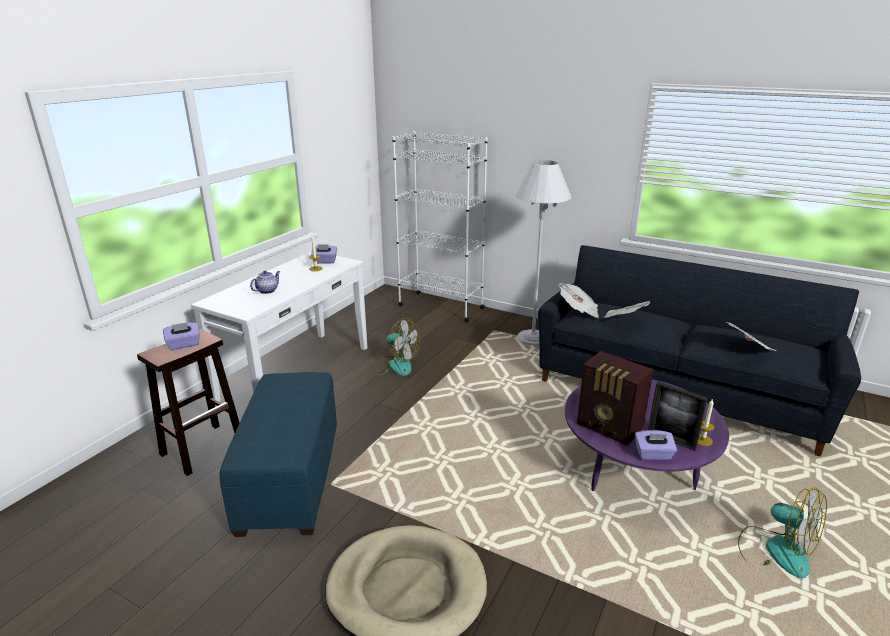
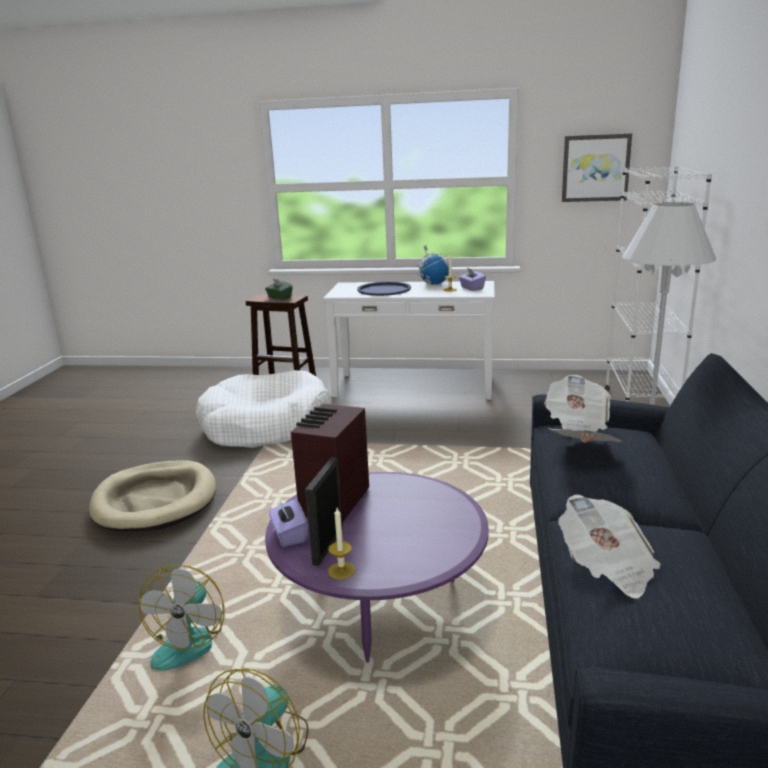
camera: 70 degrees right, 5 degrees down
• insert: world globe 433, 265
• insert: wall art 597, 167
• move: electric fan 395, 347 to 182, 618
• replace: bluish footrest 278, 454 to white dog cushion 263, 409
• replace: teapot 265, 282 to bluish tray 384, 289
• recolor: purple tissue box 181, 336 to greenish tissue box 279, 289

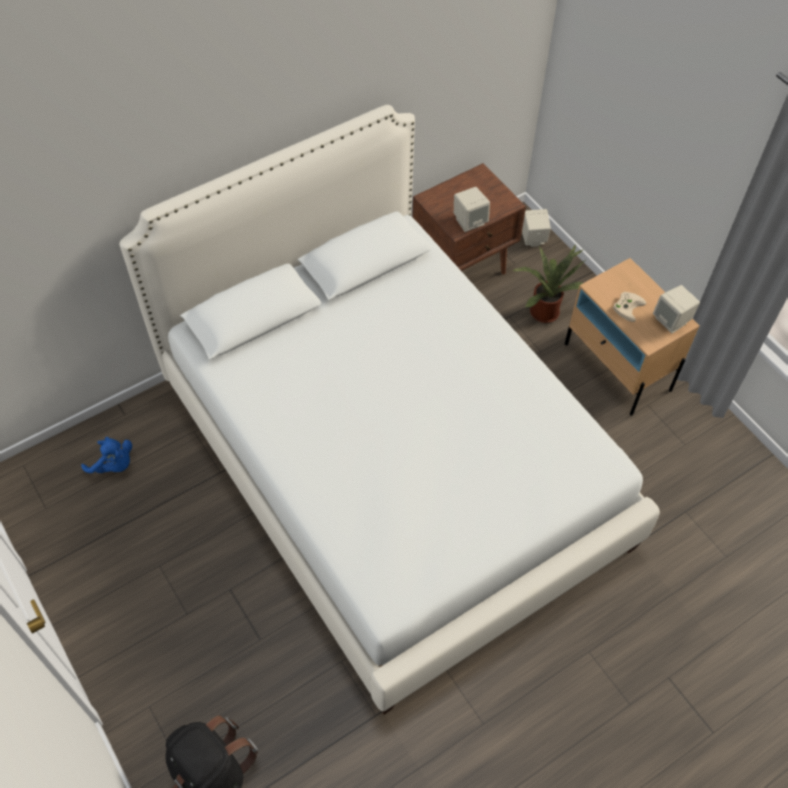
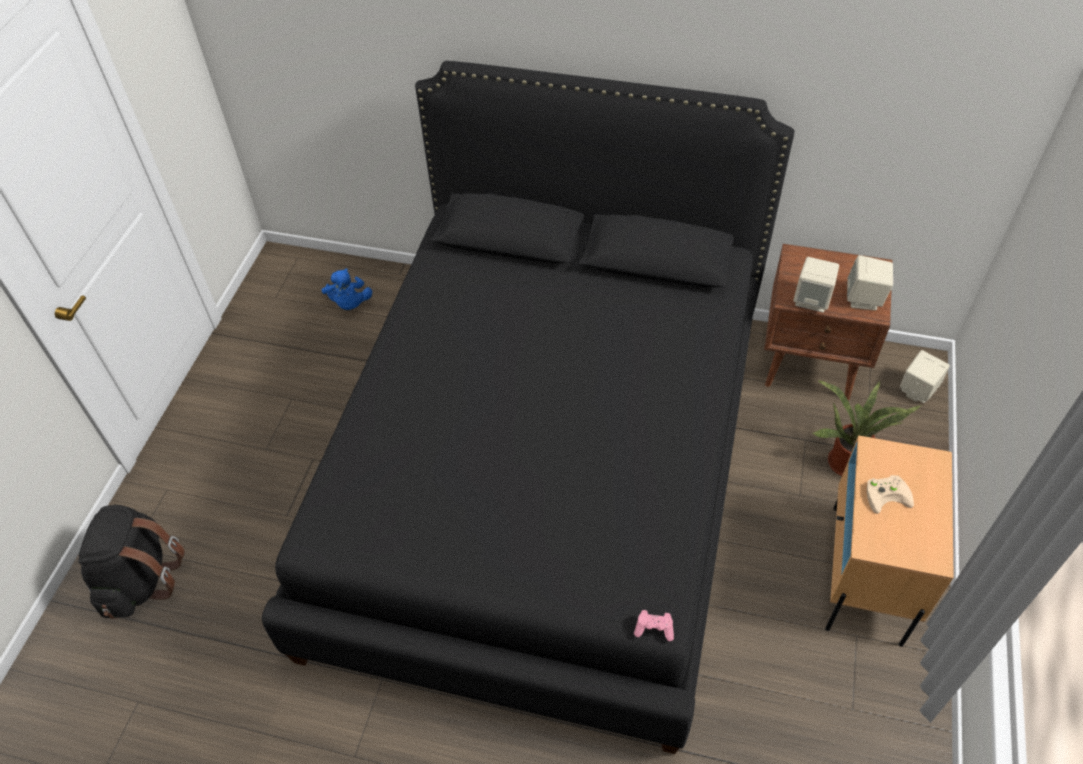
camera: 50 degrees right, 5 degrees down
• insert: pinkish gamepad 654, 625
• move: beige audio speaker 676, 309 to 870, 282
• recolor: white bedroom bed 389, 409 to blackish bedroom bed 528, 407

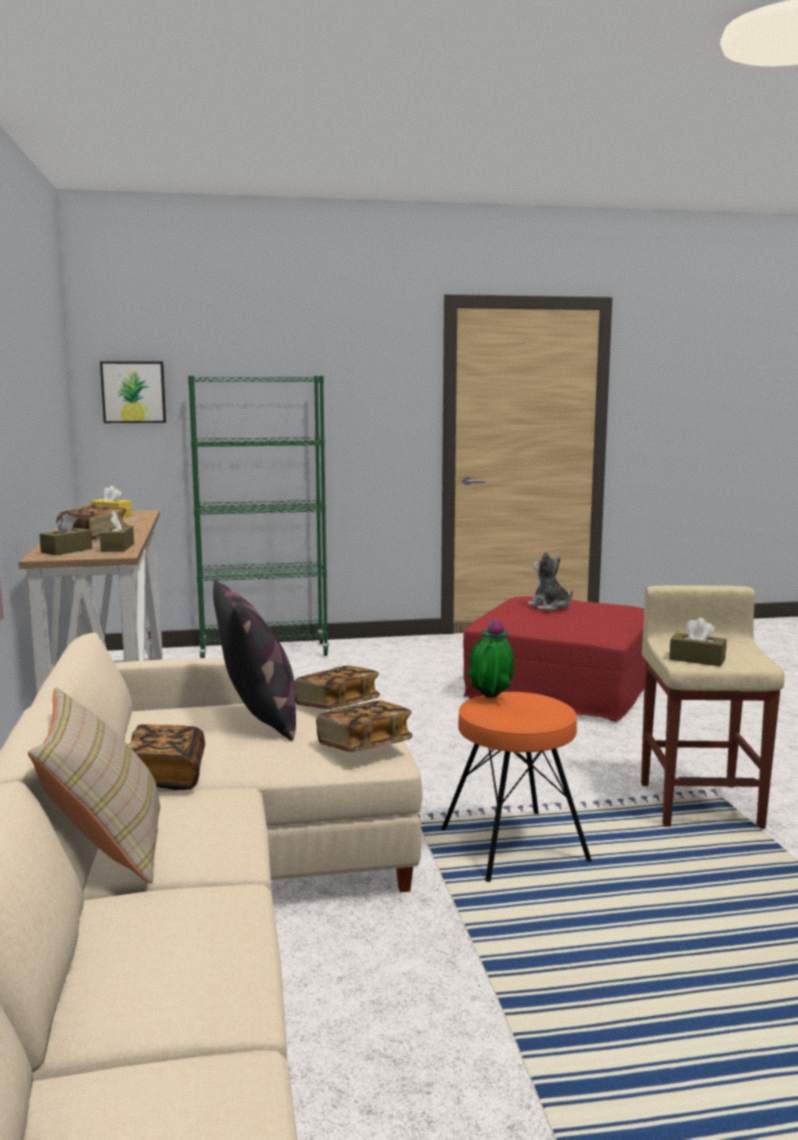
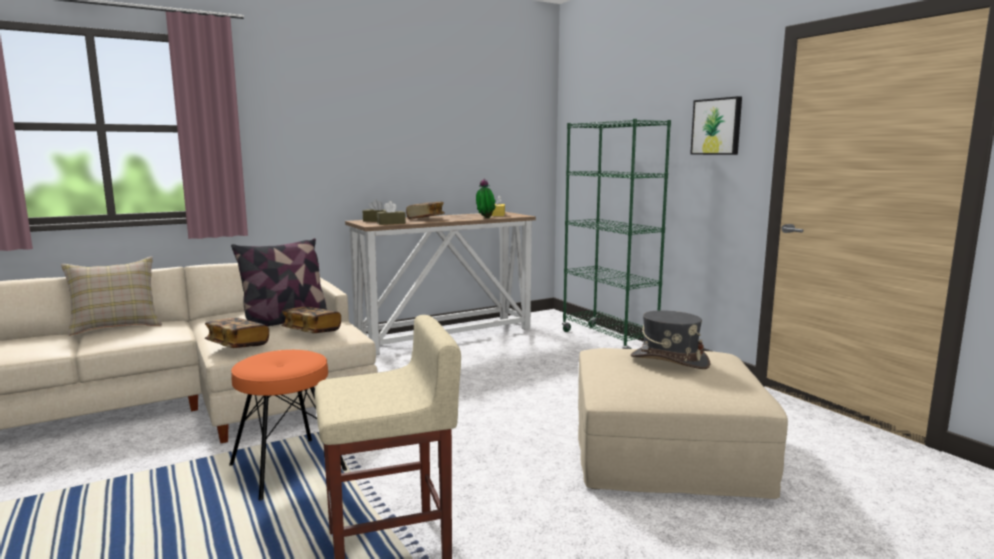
camera: 70 degrees right, 0 degrees up
• delete: volume 166, 757
• delete: brown tissue box 698, 642
• move: wall art 133, 392 to 716, 125
• move: houseplant 490, 658 to 486, 198
• replace: soft toy 550, 581 to grey clothing hat 671, 339
• recolor: reddish footrest 554, 658 to beige footrest 683, 423

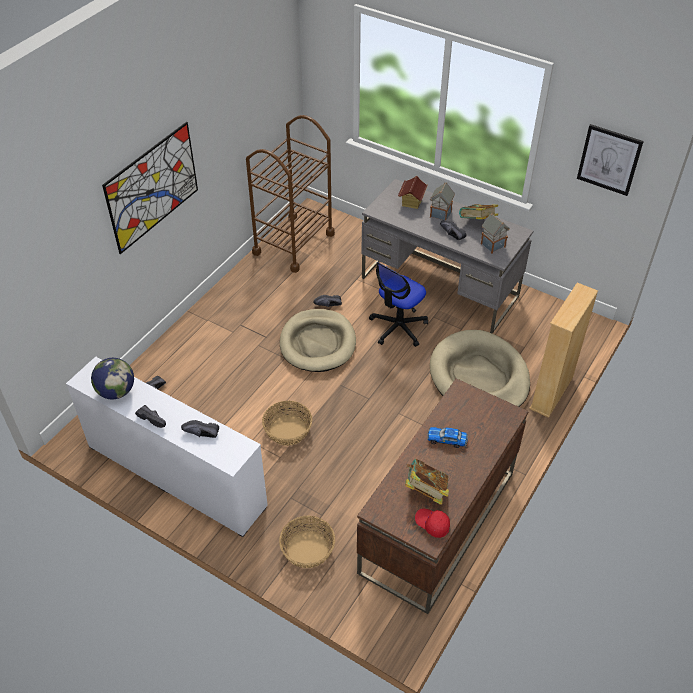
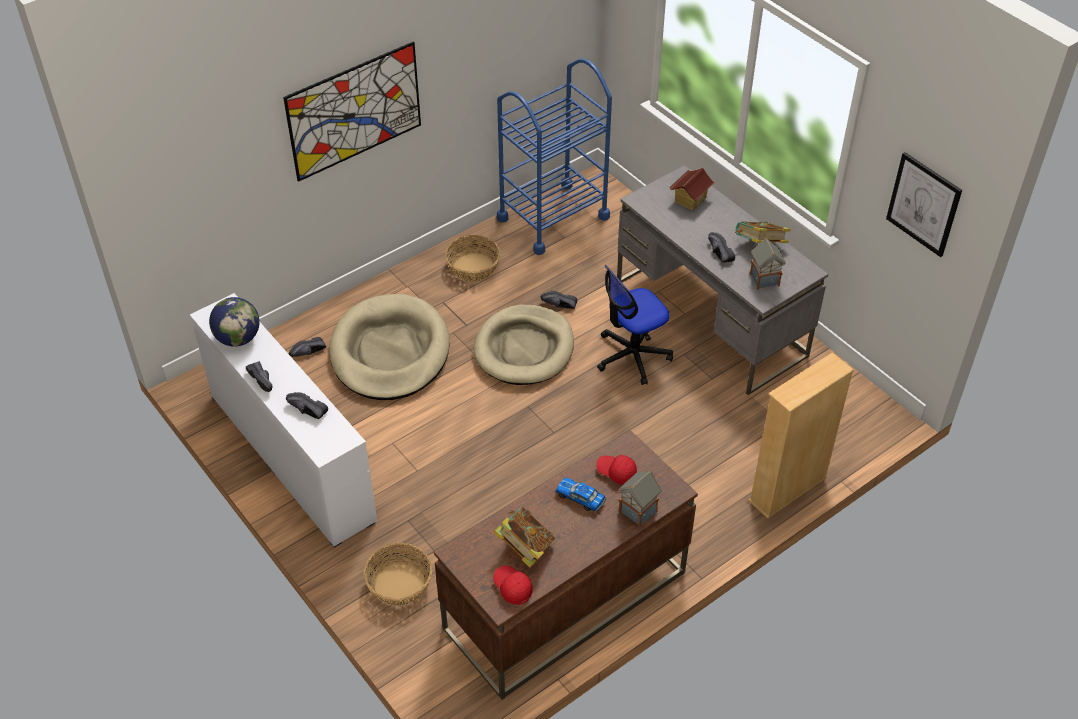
camera: 20 degrees right, 0 degrees up
• insert: reddish peaked cap 616, 470
• move: storage basket 287, 423 to 473, 258
• move: miniature house 442, 201 to 640, 499
• move: beige dog cushion 480, 368 to 389, 347
• recolor: brown wheeled cart 290, 194 to bluish wheeled cart 554, 157

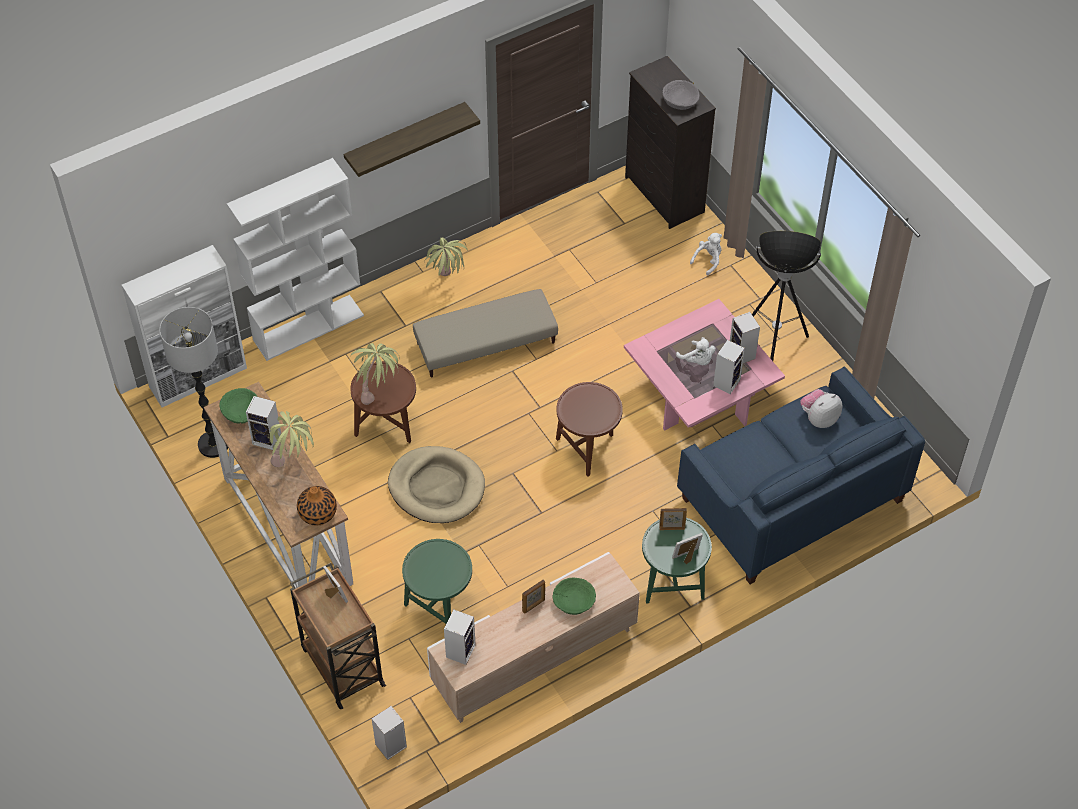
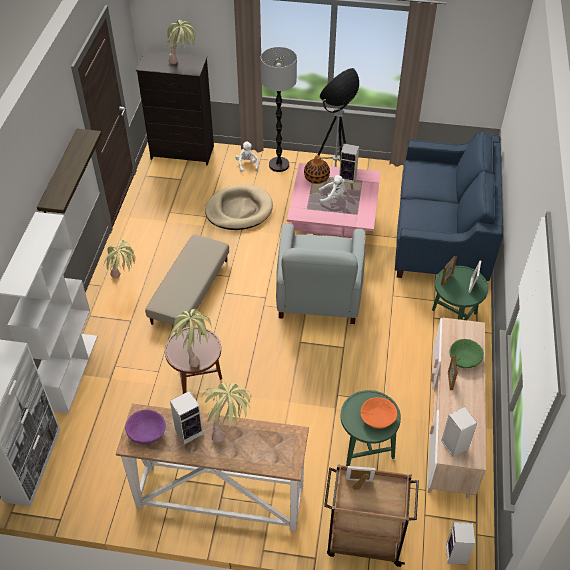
camera: 50 degrees left, 5 degrees down
• delete: audio speaker 729, 367
• delete: soft toy 821, 408
• insert: orange deep dish 378, 413
• move: standing lamp 193, 382 to 279, 109
• move: vase 317, 506 to 317, 169
• move: beige dog cushion 436, 484 to 239, 207
• replace: brown end table 589, 429 to grey armchair 320, 273
• replace: grey deep dish 681, 95 to houseplant 181, 42
• recolor: greenish deep dish 238, 406 to purple deep dish 145, 426

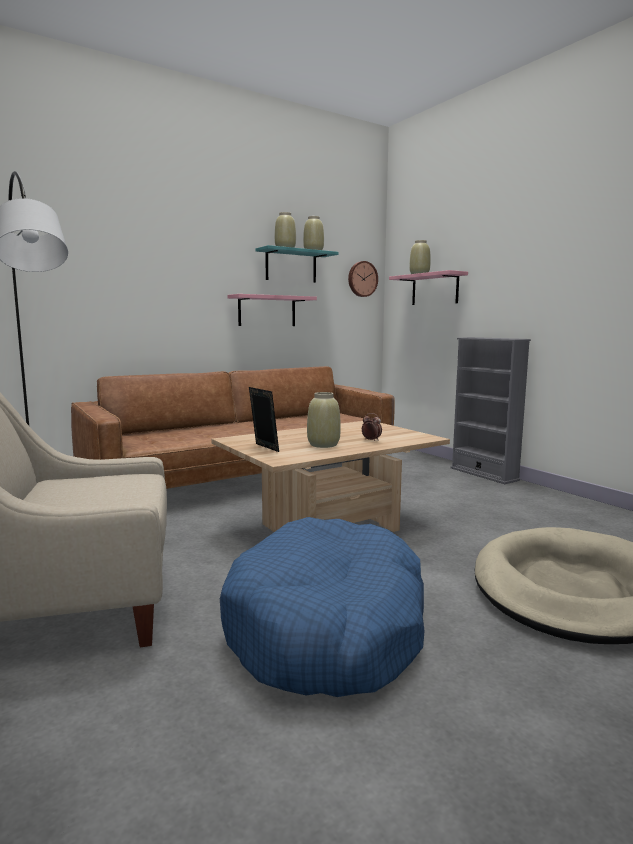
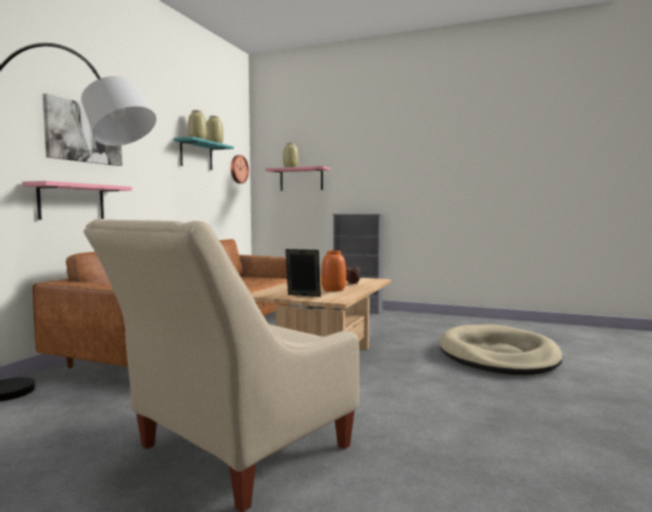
camera: 35 degrees left, 5 degrees down
• delete: bluish dog cushion 322, 607
• insert: wall art 82, 129
• move: pinkish wall shelf 272, 310 to 77, 200
• recolor: beige vase 324, 420 to orange vase 333, 271

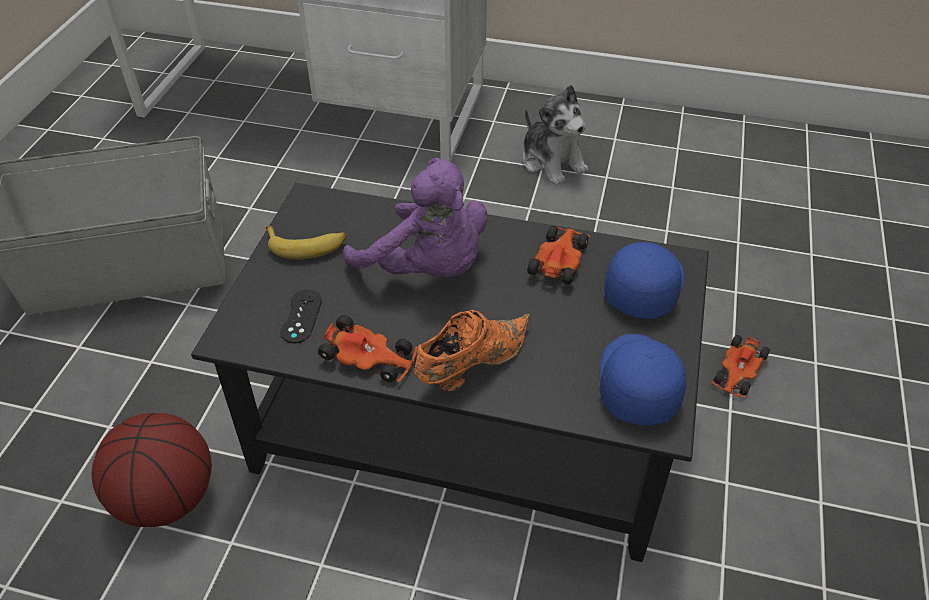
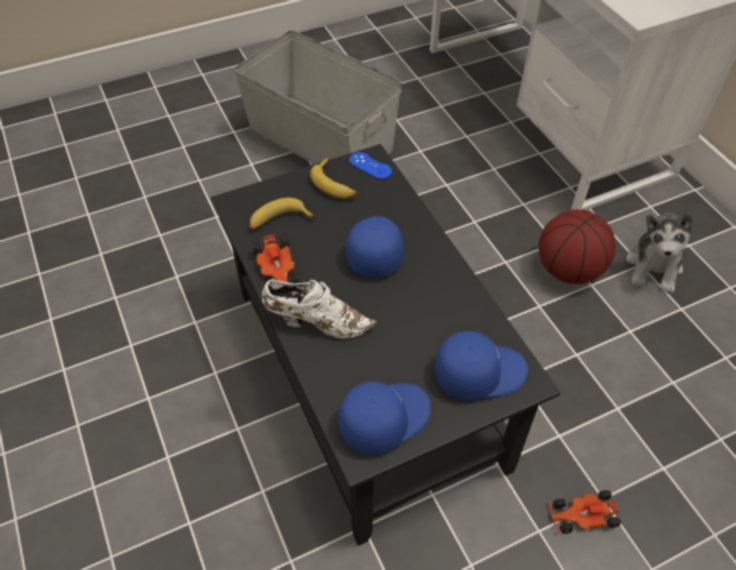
camera: 50 degrees right, 5 degrees up
• delete: miniature car 558, 255
• insert: bluish gamepad 370, 165
• move: ball for basketball 152, 470 to 577, 246
• replace: blackish gamepad 301, 316 to whole banana 282, 214
• replace: purple soft toy 415, 217 to bluish peaked cap 374, 246
• recolor: orange item of footwear 472, 350 to white item of footwear 319, 308

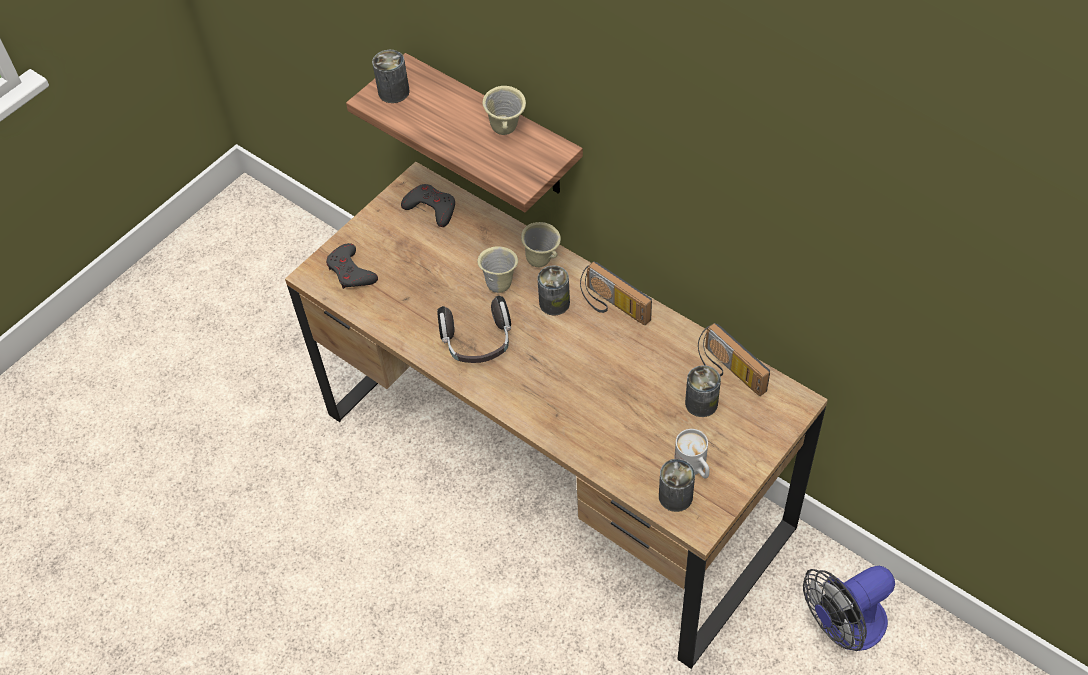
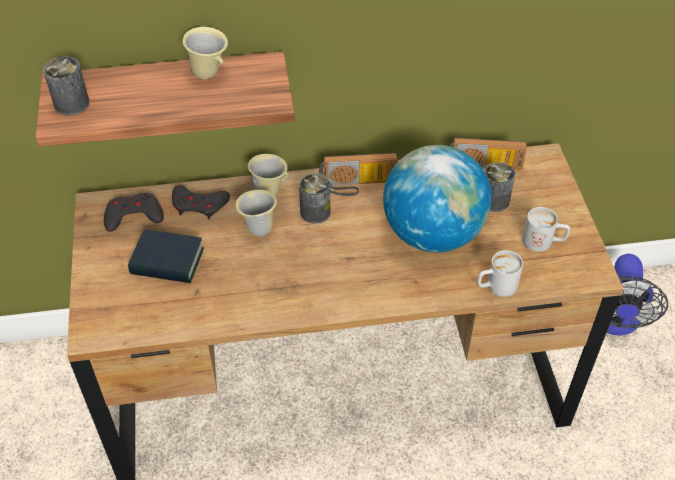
camera: 50 degrees left, 5 degrees down
• delete: headphones 474, 329
• delete: metal can 677, 485
• insert: volume 166, 256
• insert: world globe 437, 199
• insert: white mug 500, 273
• move: grey gamepad 352, 266 to 201, 202

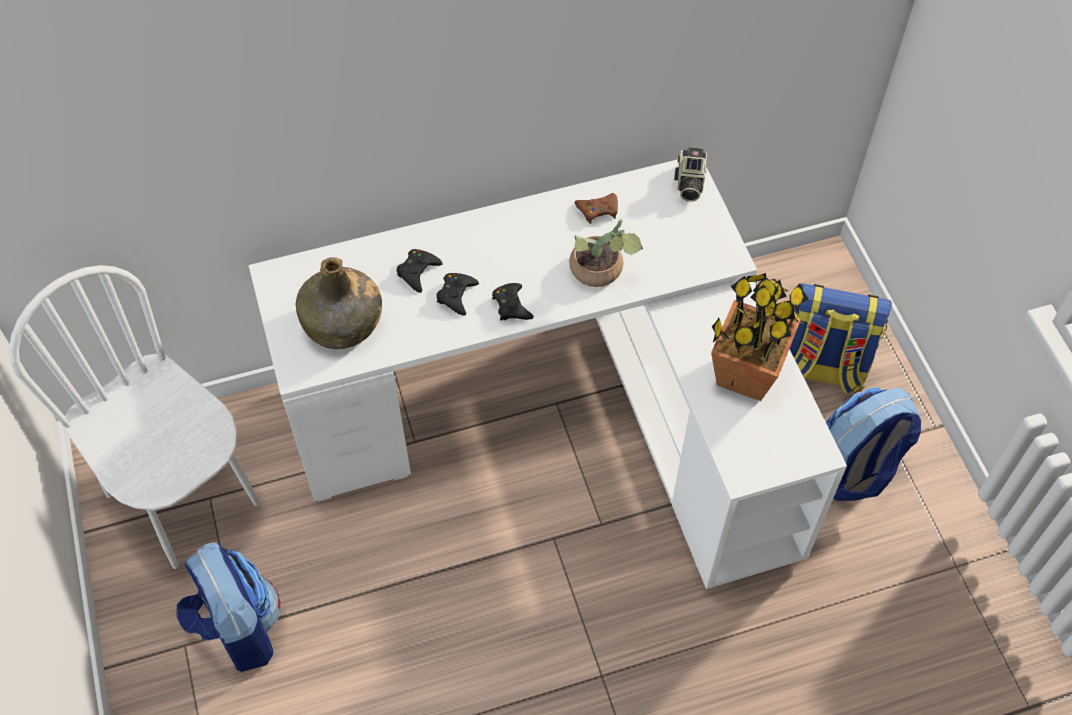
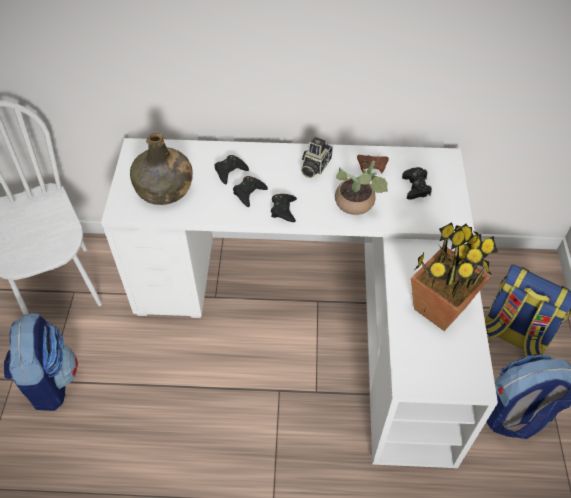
camera: 20 degrees right, 5 degrees down
• insert: blackish gamepad 417, 183
• move: photo camera 690, 174 to 317, 157

